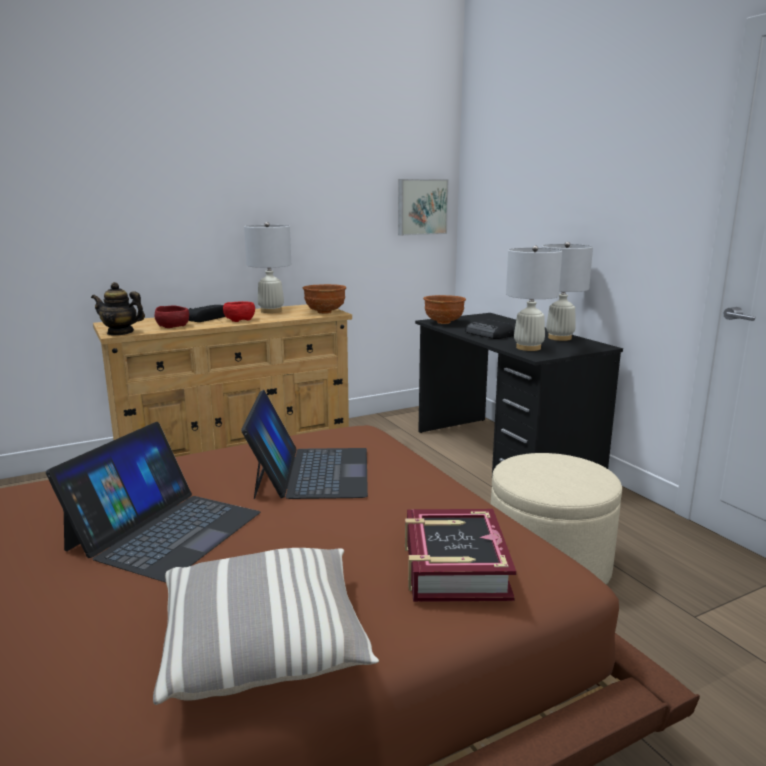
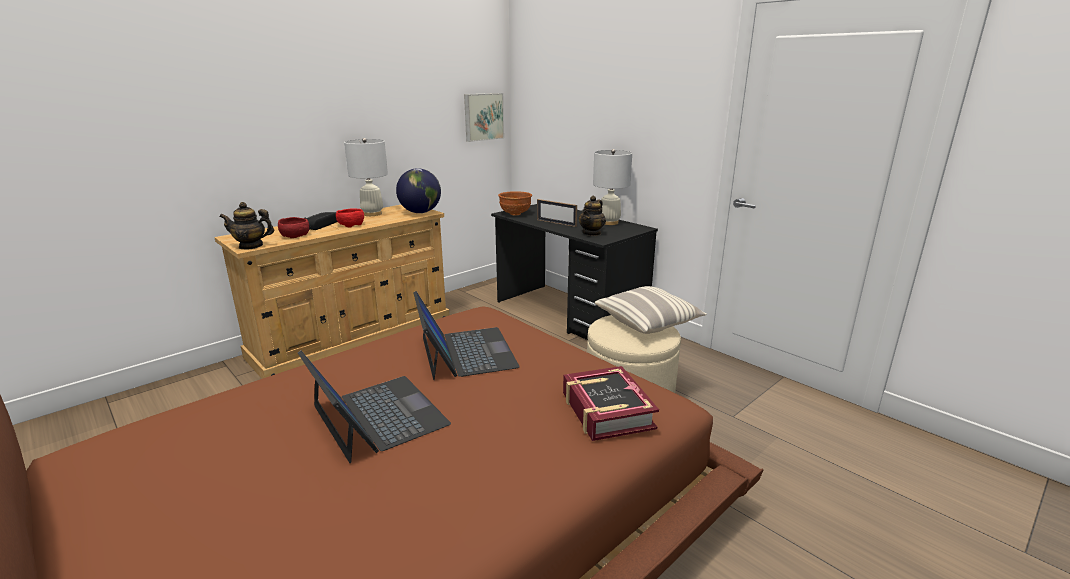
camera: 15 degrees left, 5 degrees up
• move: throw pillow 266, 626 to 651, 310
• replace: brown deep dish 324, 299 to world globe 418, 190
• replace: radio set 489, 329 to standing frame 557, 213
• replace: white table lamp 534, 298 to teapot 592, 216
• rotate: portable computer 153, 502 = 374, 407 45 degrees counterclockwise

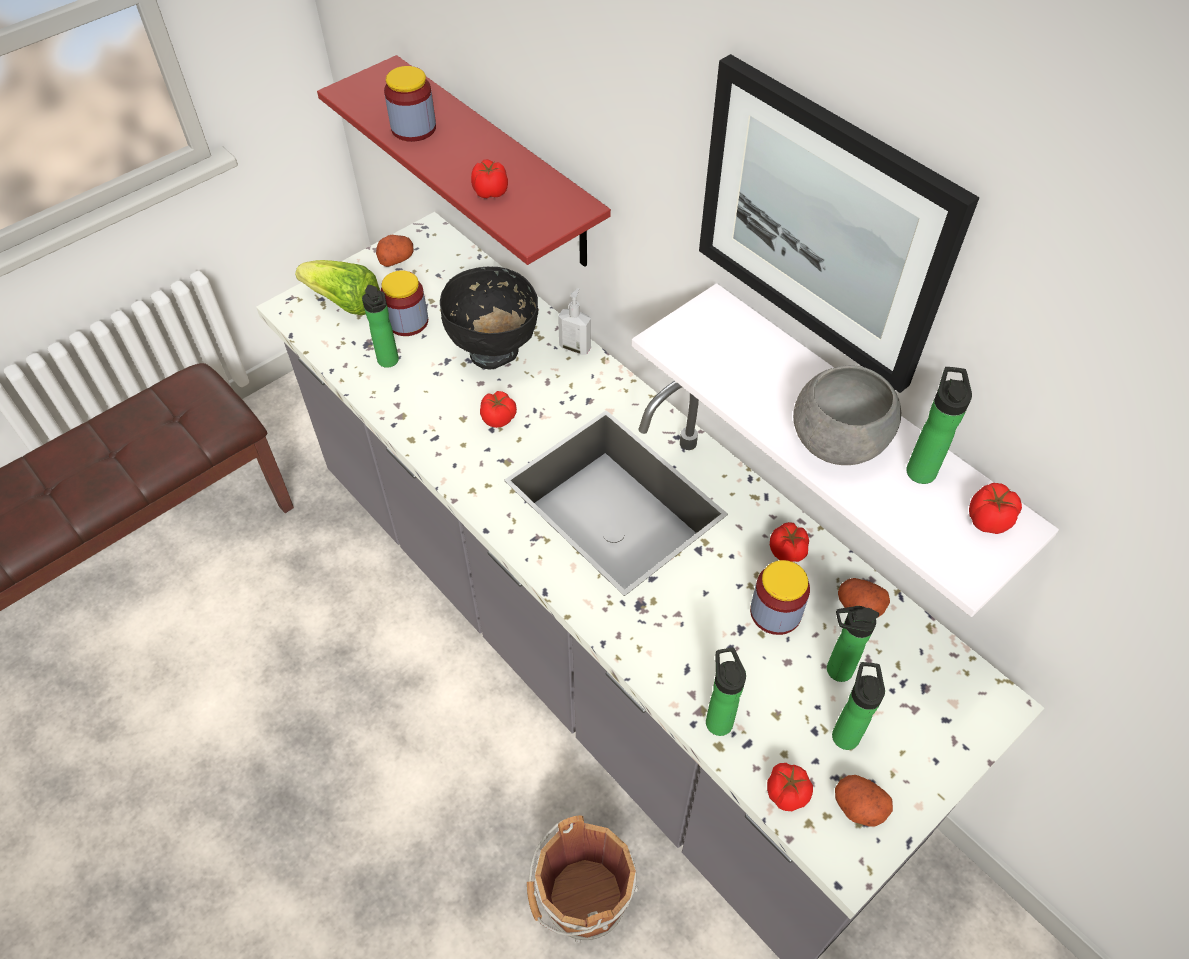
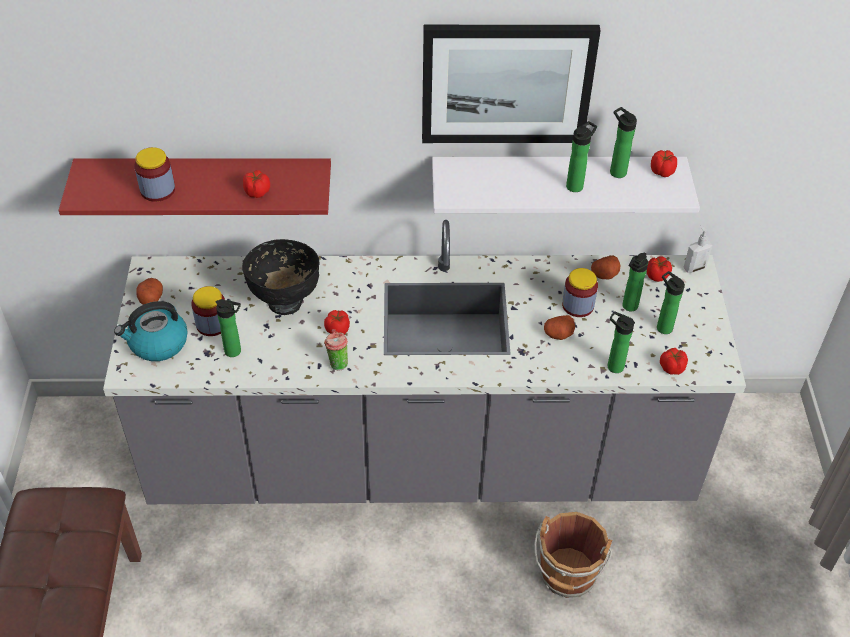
camera: 50 degrees left, 5 degrees down
• insert: drinking cup 336, 350
• move: soap dispenser 574, 321 to 697, 249
• move: fresh tomato 789, 542 to 659, 269
• move: whole potato 864, 801 to 559, 327
• replace: lettuce 337, 287 to kettle 151, 331
• replace: grey deep dish 847, 415 to drink bottle 581, 156

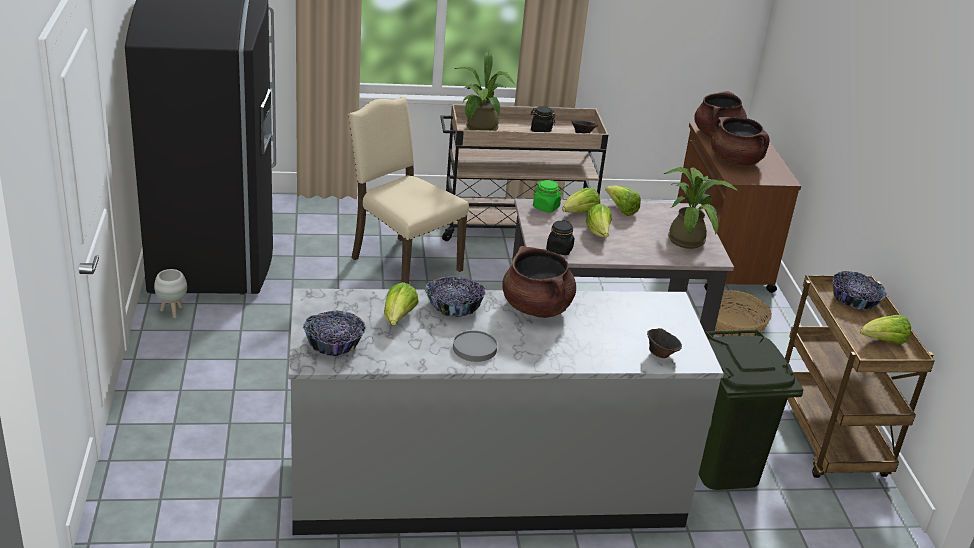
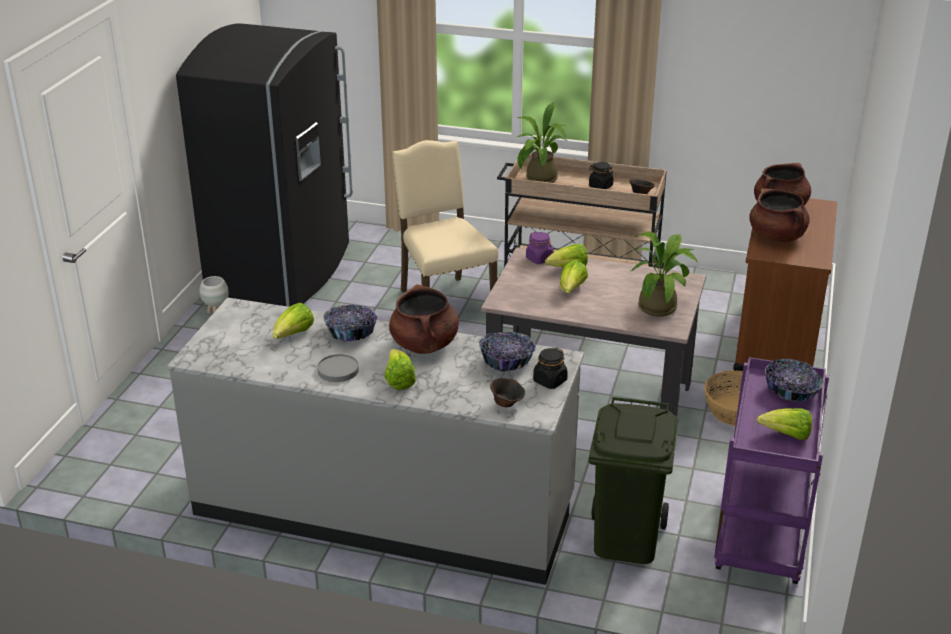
camera: 25 degrees right, 0 degrees up
• move: deep dish 334, 333 to 507, 352
• move: blackish jar 560, 237 to 550, 368
• move: lettuce 623, 201 to 400, 369
• recolor: greenish jar 548, 196 to purple jar 540, 248
• recolor: brown wheeled cart 860, 376 to purple wheeled cart 771, 470

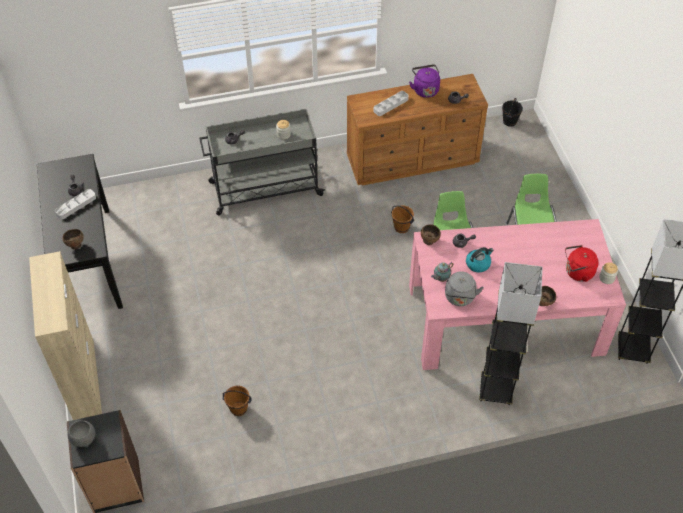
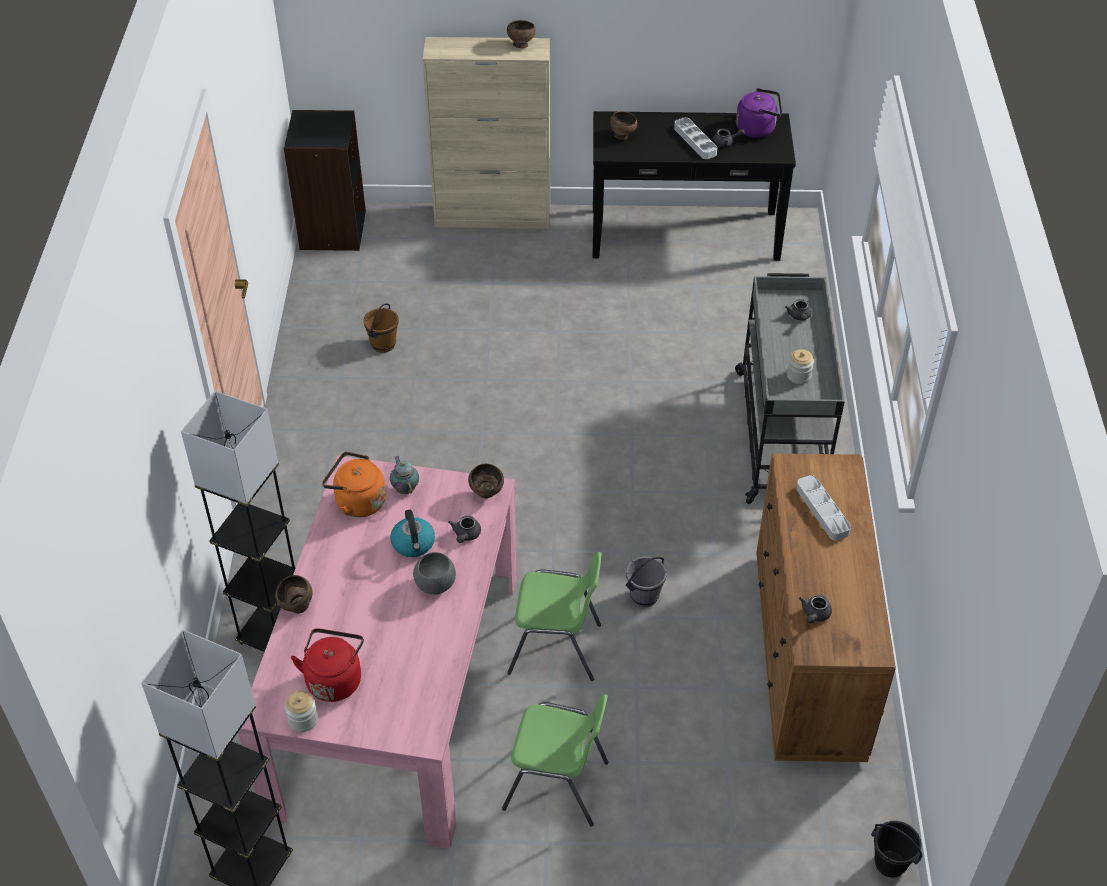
camera: 105 degrees right, 5 degrees down
• insert: brown deep dish 521, 34
• move: grey deep dish 81, 433 to 434, 573
• move: purple kettle 424, 81 to 759, 113
• recolor: brown pail 402, 219 to grey pail 646, 581
• recolor: grey kettle 464, 288 to orange kettle 354, 484

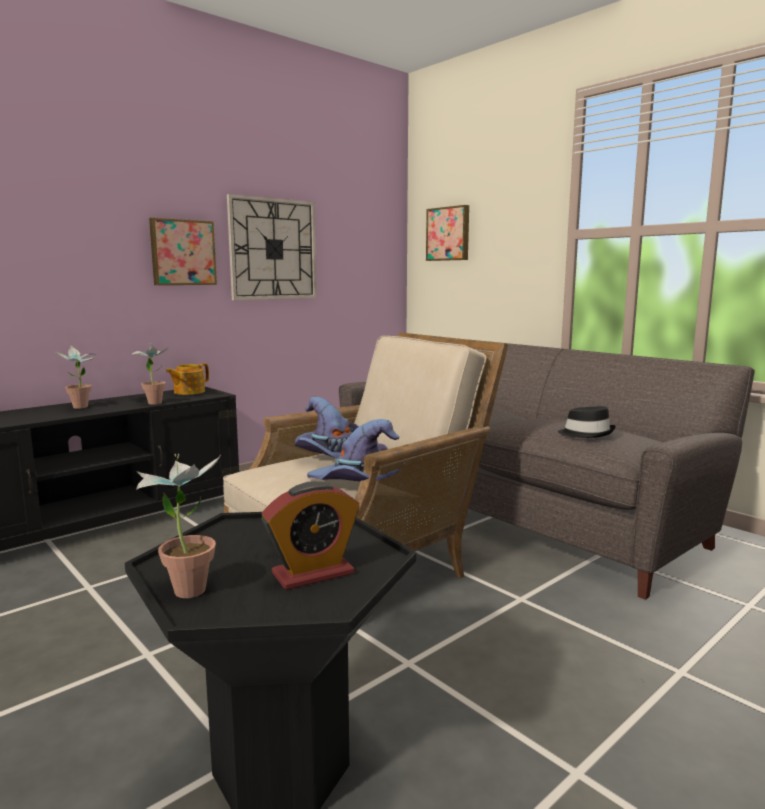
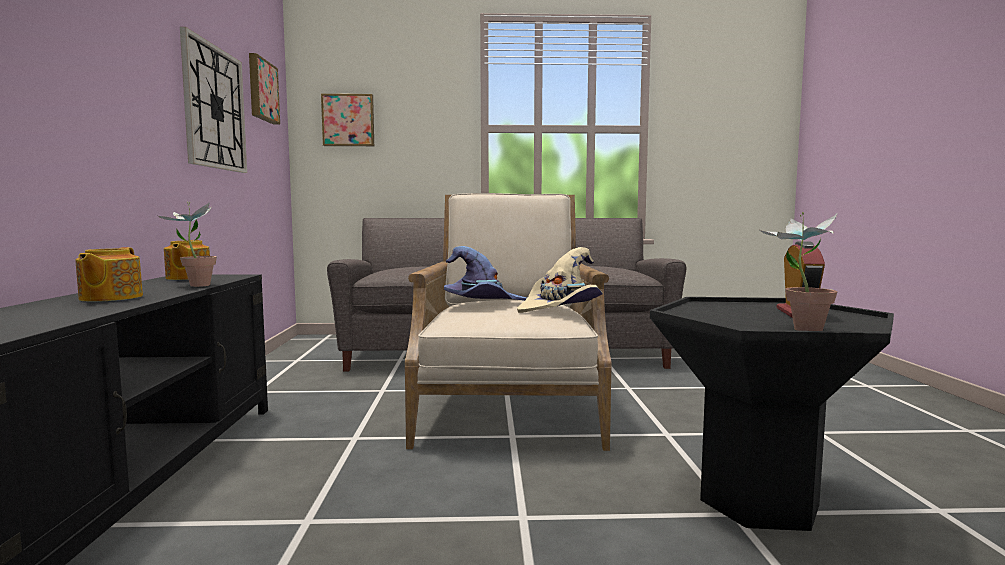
camera: 50 degrees left, 5 degrees down
• delete: blackish clothing hat 587, 422
• move: wall art 183, 251 to 264, 89
• replace: houseplant 75, 377 to teapot 109, 274
• recolor: purple clothing hat 354, 450 to beige clothing hat 560, 280

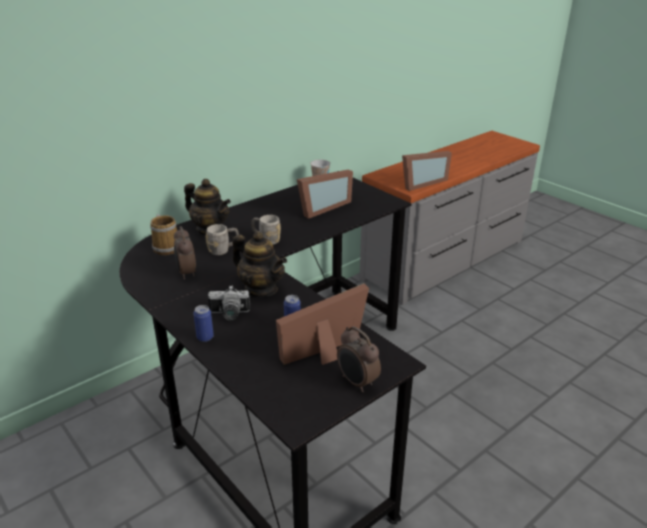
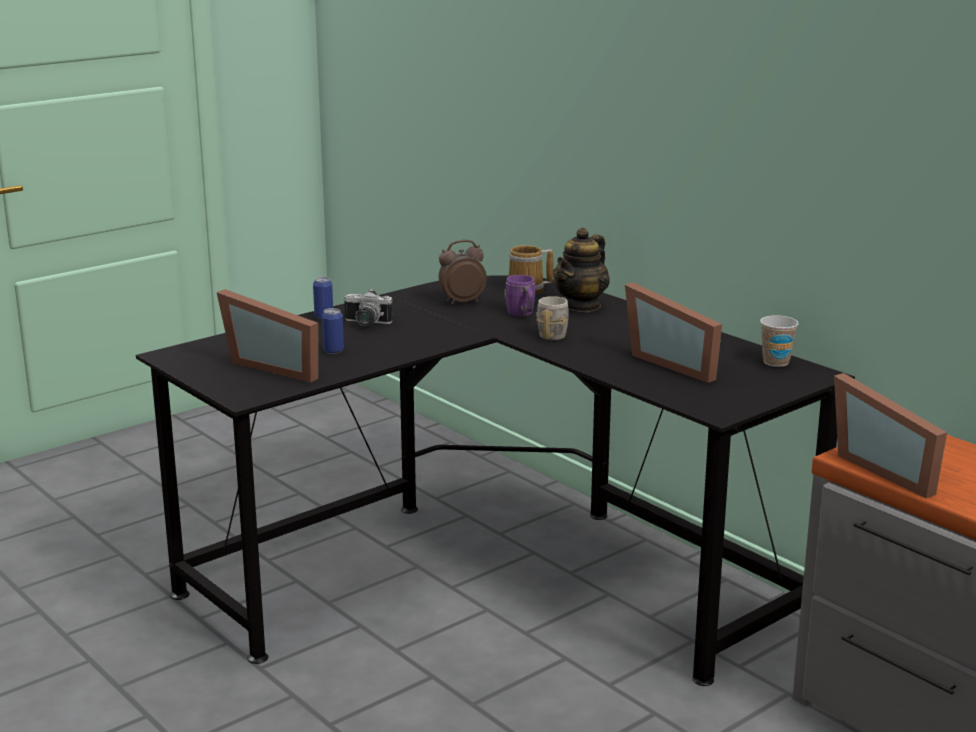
camera: 90 degrees right, 10 degrees down
• delete: teapot 259, 264
• delete: table clock 359, 359
• recolor: grey mug 222, 239 to purple mug 519, 295
• rotate: photo camera 229, 302 = 368, 307 75 degrees counterclockwise
• rotate: standing frame 322, 324 = 267, 336 150 degrees clockwise

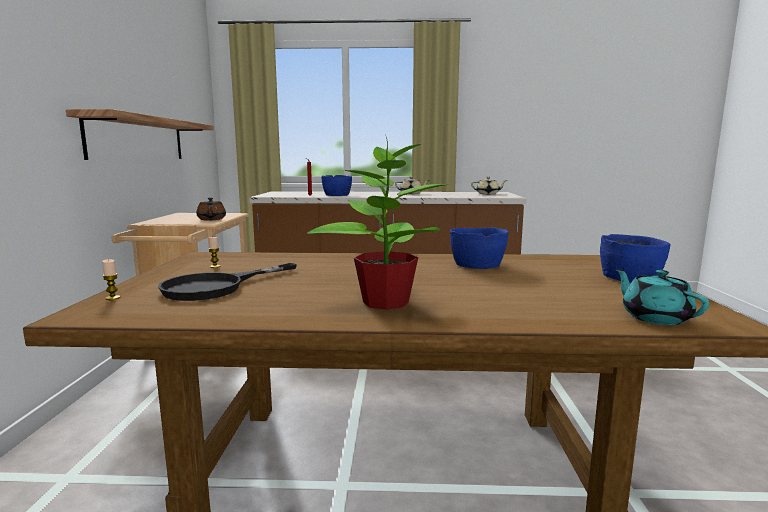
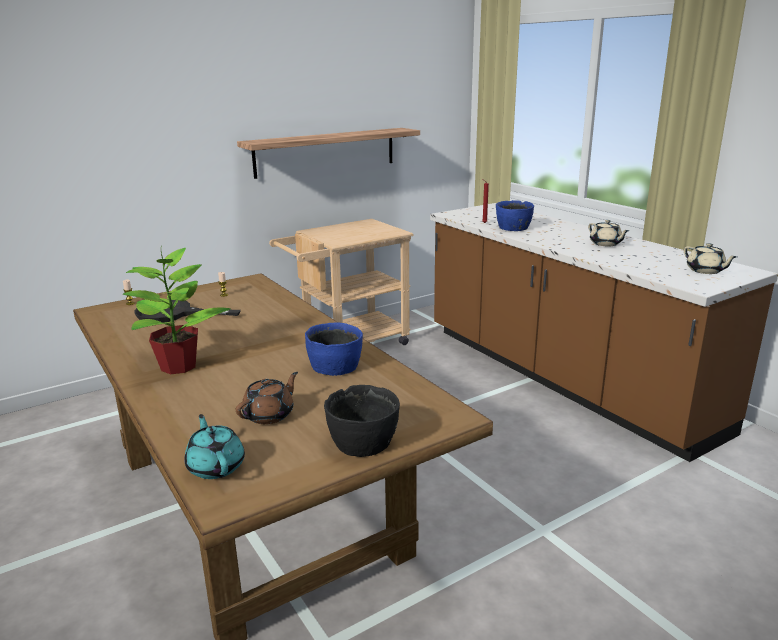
camera: 55 degrees right, 10 degrees up
• move: brown teapot 211, 209 to 267, 398
• recolor: bluish deep dish 635, 258 to blackish deep dish 362, 421
• rotate: turquoise-coloured teapot 662, 297 = 214, 446 60 degrees counterclockwise

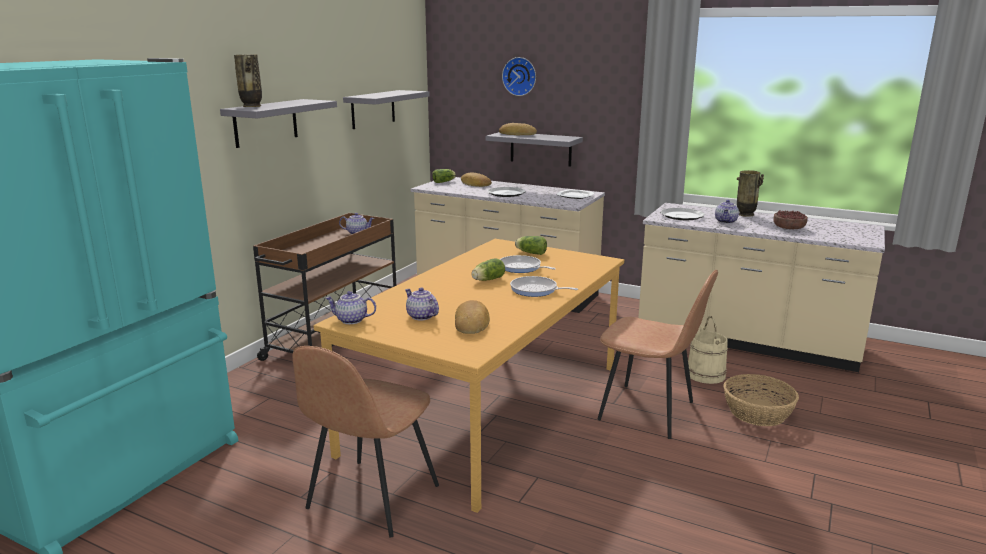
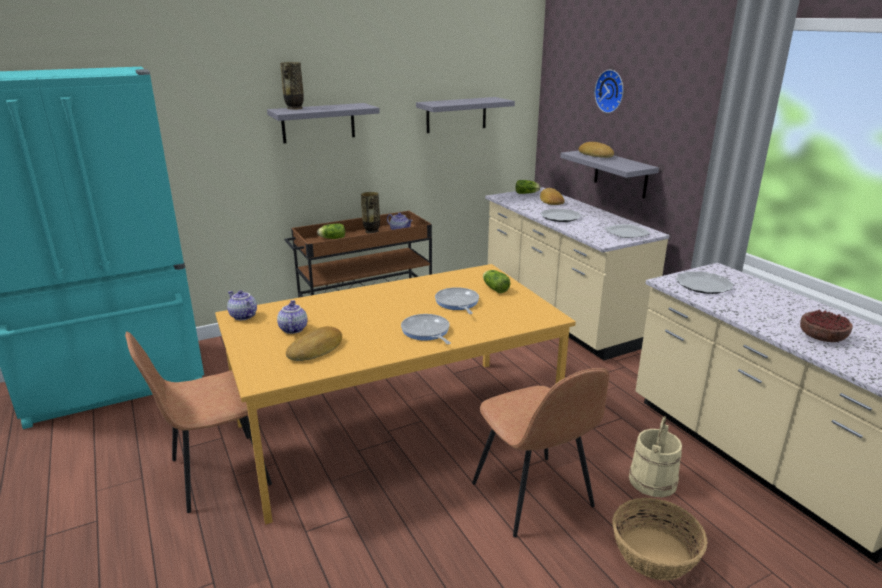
camera: 35 degrees right, 5 degrees up
• delete: teapot 727, 212
• move: lettuce 488, 269 to 331, 231
• move: vase 750, 193 to 370, 213

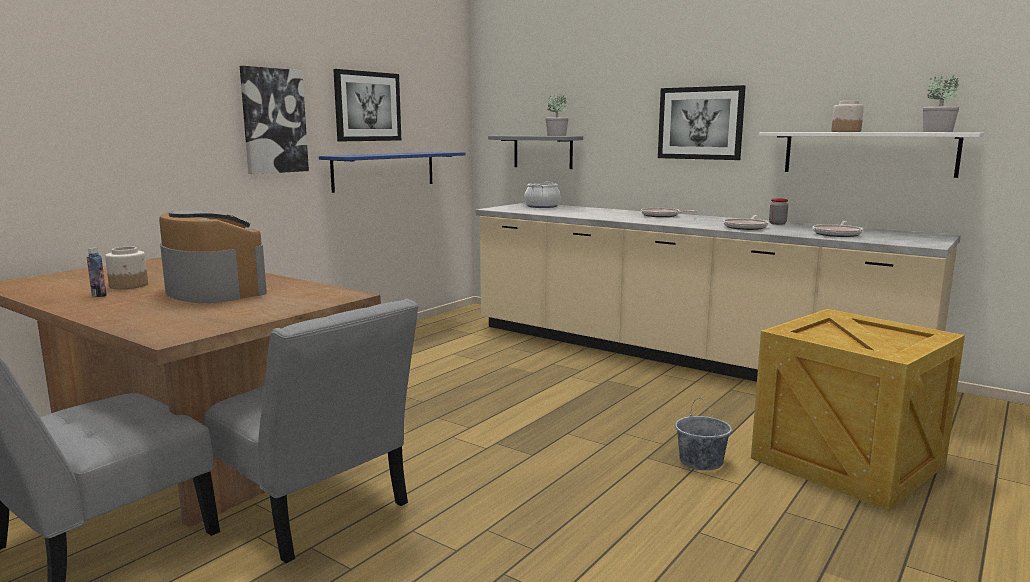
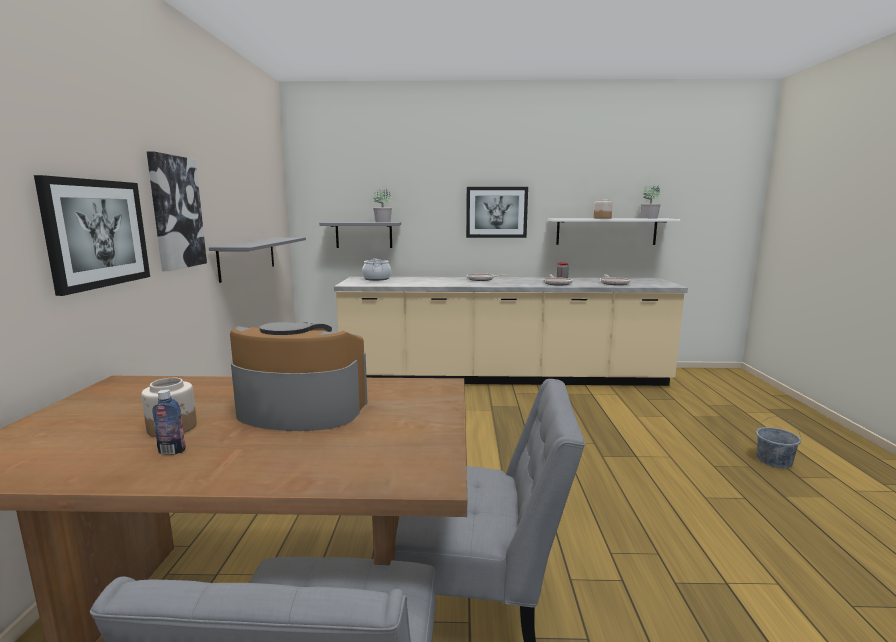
camera: 35 degrees left, 0 degrees up
• delete: crate 858, 410
• move: wall art 367, 105 to 92, 235
• move: grey pail 703, 434 to 778, 442
• recolor: bluish wall shelf 392, 172 to grey wall shelf 257, 260

